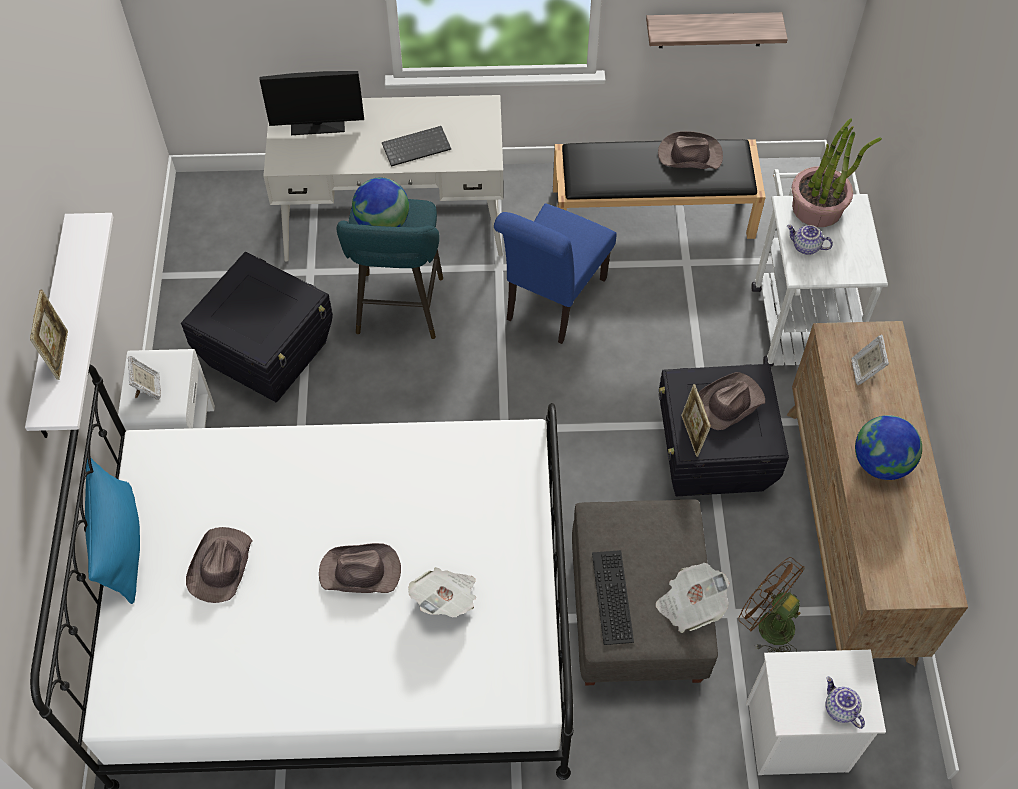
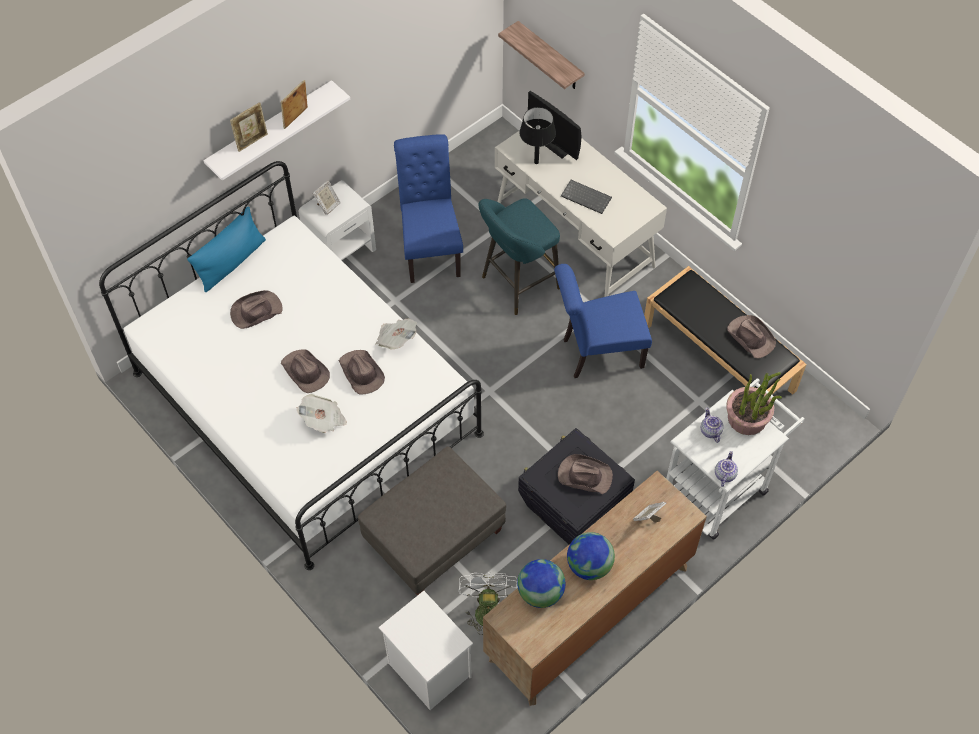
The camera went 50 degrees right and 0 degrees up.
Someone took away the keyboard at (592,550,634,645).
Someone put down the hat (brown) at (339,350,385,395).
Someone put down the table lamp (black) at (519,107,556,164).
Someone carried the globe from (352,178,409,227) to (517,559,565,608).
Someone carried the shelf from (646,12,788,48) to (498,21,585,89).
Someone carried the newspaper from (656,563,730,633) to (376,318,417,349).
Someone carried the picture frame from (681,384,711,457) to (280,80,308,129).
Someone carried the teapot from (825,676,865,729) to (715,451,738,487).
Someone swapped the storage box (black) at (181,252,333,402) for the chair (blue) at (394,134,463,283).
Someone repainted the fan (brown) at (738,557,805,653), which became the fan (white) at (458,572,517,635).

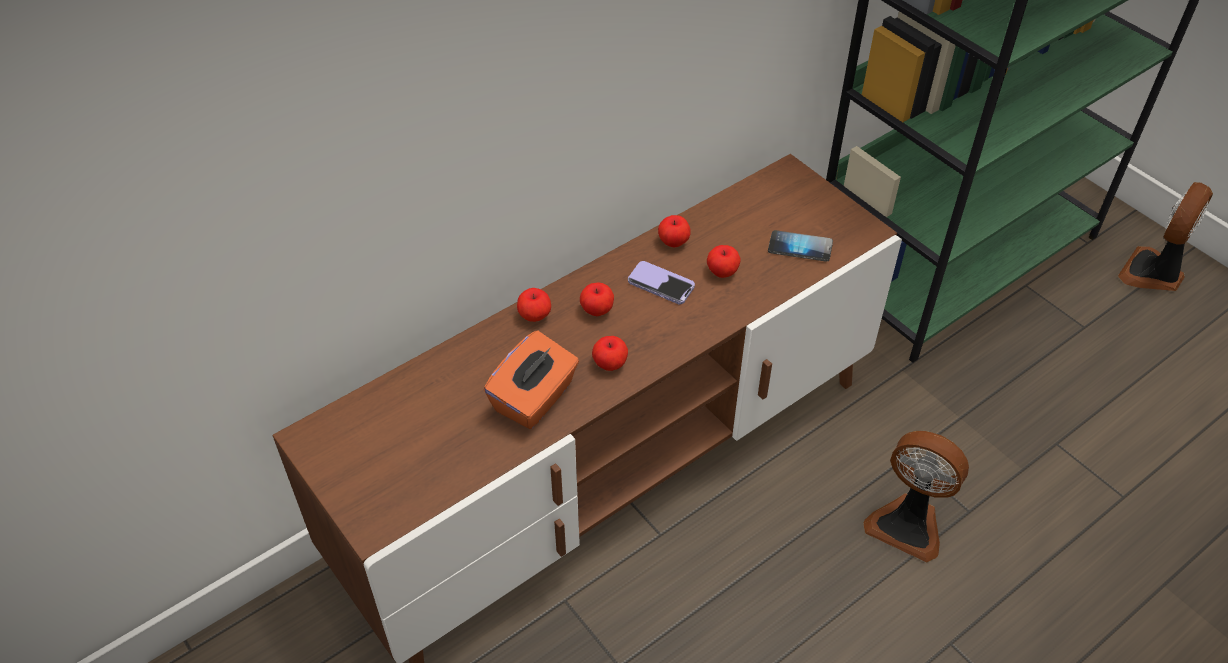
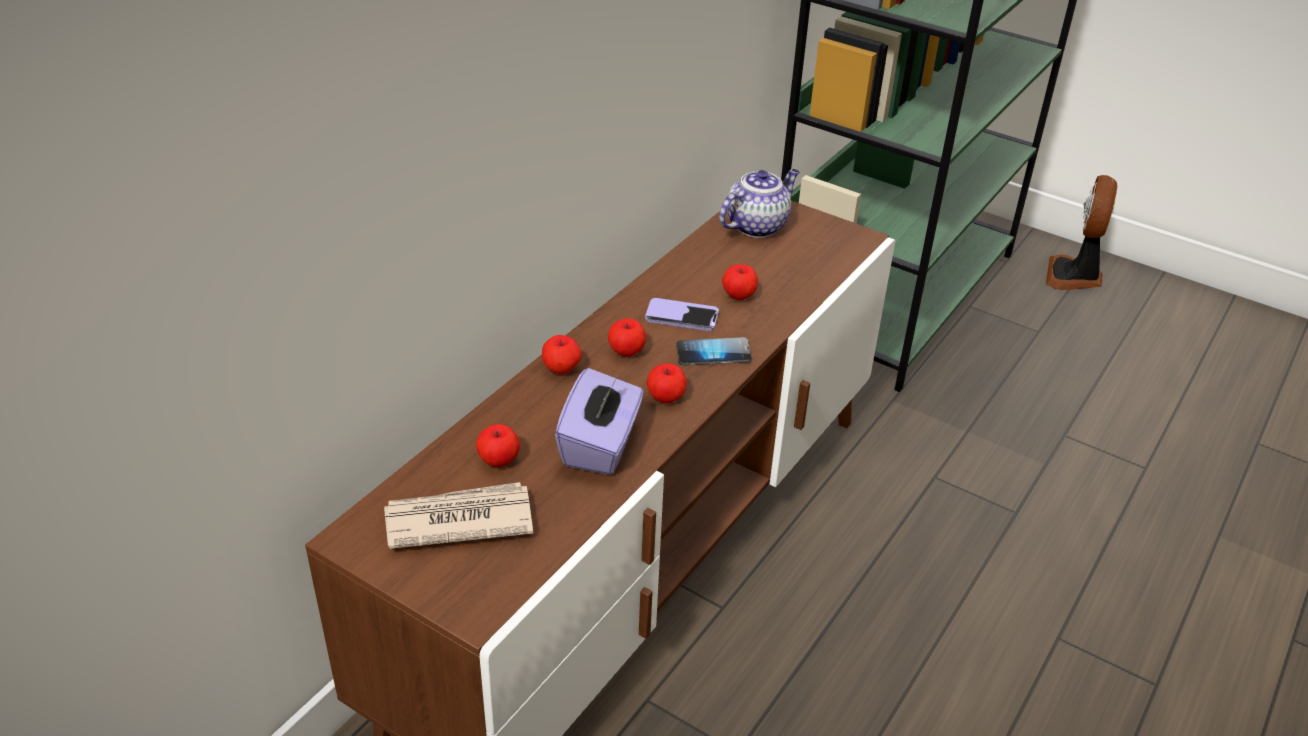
The camera went 20 degrees left and 10 degrees down.
Someone took away the fan at (863,431,969,562).
Someone put down the newspaper at (384,482,533,549).
Someone put down the teapot at (719,169,800,238).
Someone carried the apple from (658,215,691,247) to (476,424,520,467).
Someone carried the phone from (768,230,833,262) to (676,337,752,366).
Someone repainted the tissue box (orange) at (484,330,579,429), which became the tissue box (purple) at (555,368,643,475).

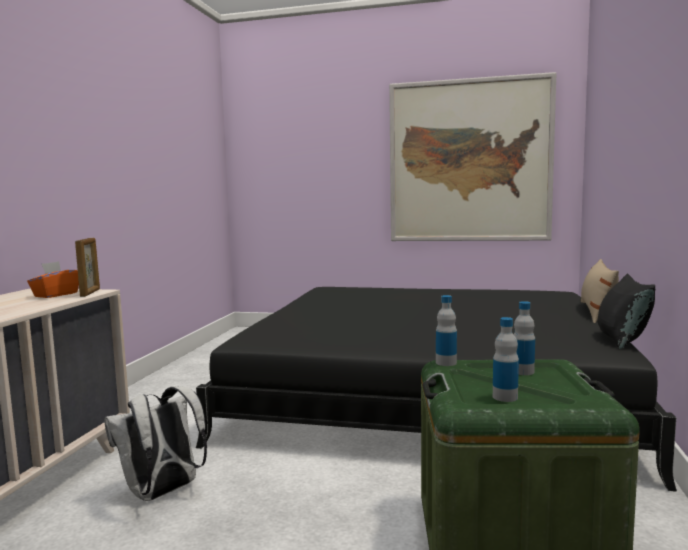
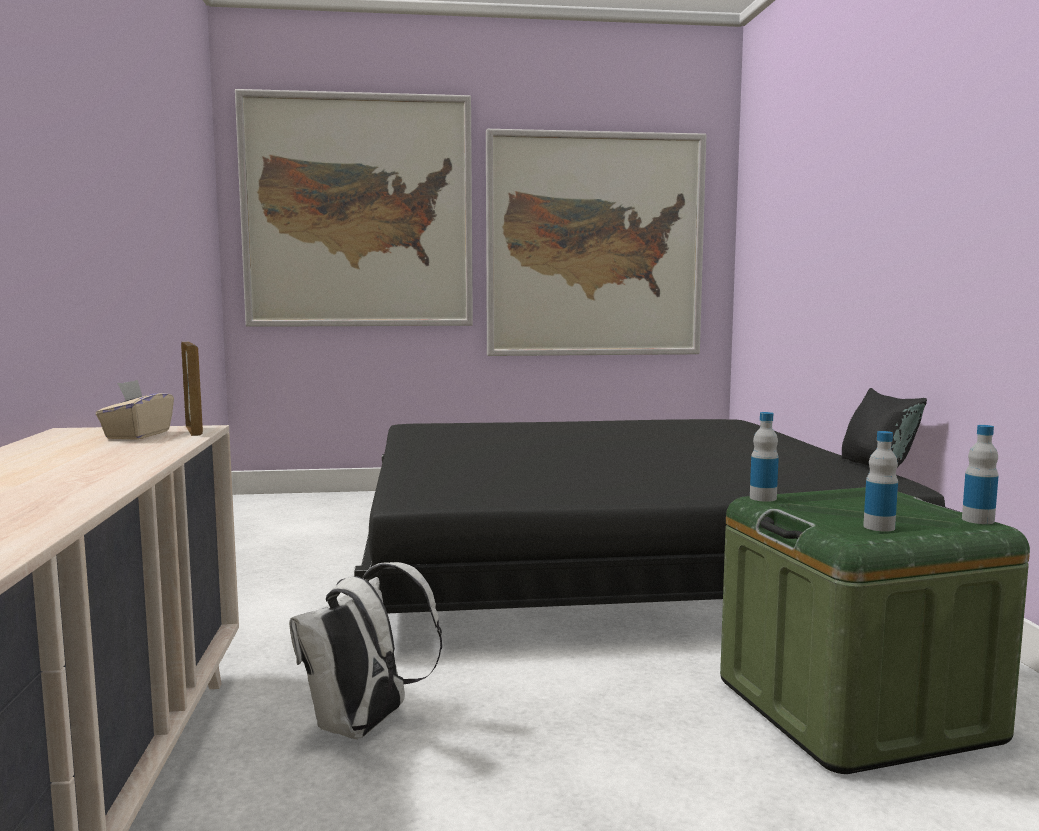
The camera went 20 degrees left and 0 degrees up.
Someone took away the pillow (beige) at (581,259,619,323).
Someone put up the picture at (235,89,473,327).
Someone carried the bottle from (514,301,535,375) to (962,425,999,524).
Someone repainted the tissue box (orange) at (27,261,79,298), which became the tissue box (beige) at (96,380,174,440).

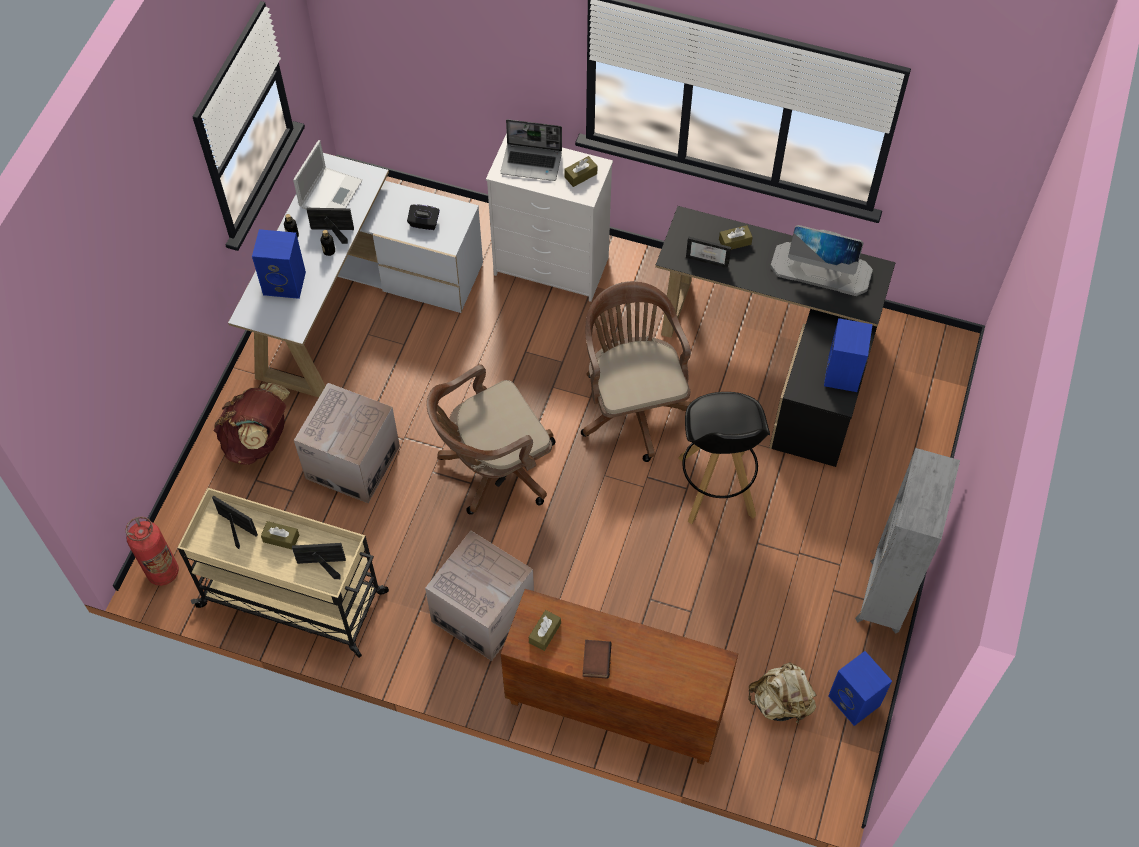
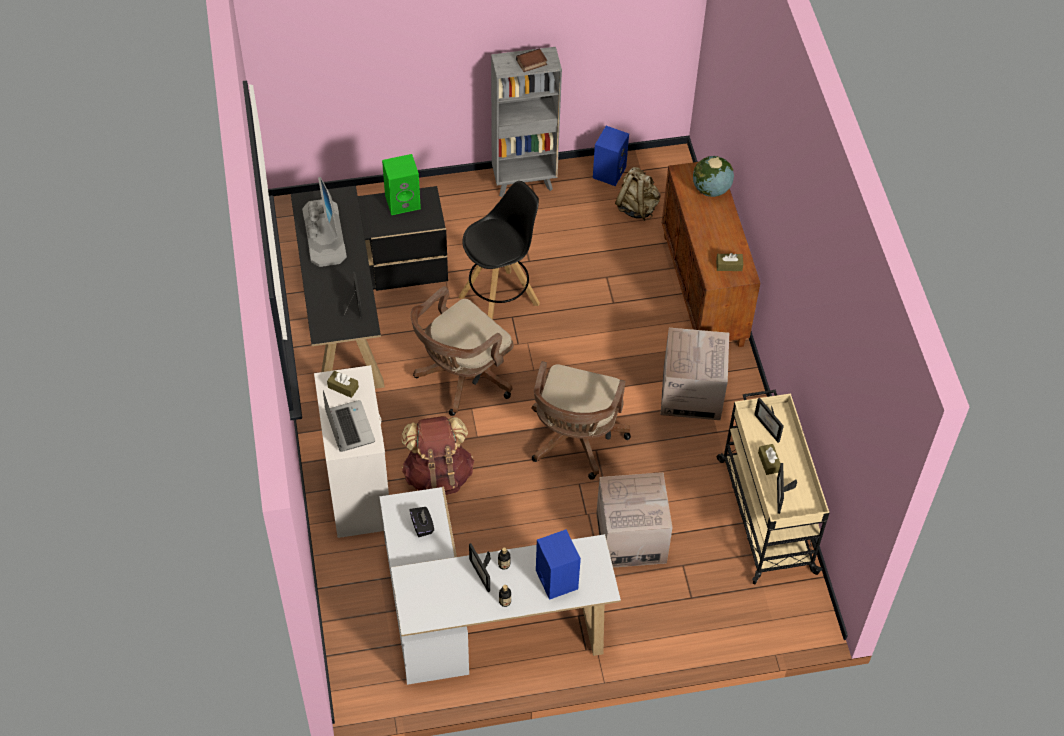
The camera went 120 degrees left and 5 degrees down.
Someone took away the fire extinguisher at (126,517,179,586).
Someone took away the laptop at (293,140,363,209).
Someone took away the tissue box (brown) at (719,225,753,250).
Someone put down the globe at (693,156,734,197).
Someone carried the backpack (brown) from (214,383,290,465) to (402,416,474,495).
Someone carried the book from (583,640,612,679) to (516,48,547,72).
Someone repainted the speaker (blue) at (824,318,873,392), which became the speaker (green) at (382,154,421,215).
Someone rotated the office chair (brown) at (426,364,556,514) by 75 degrees clockwise.

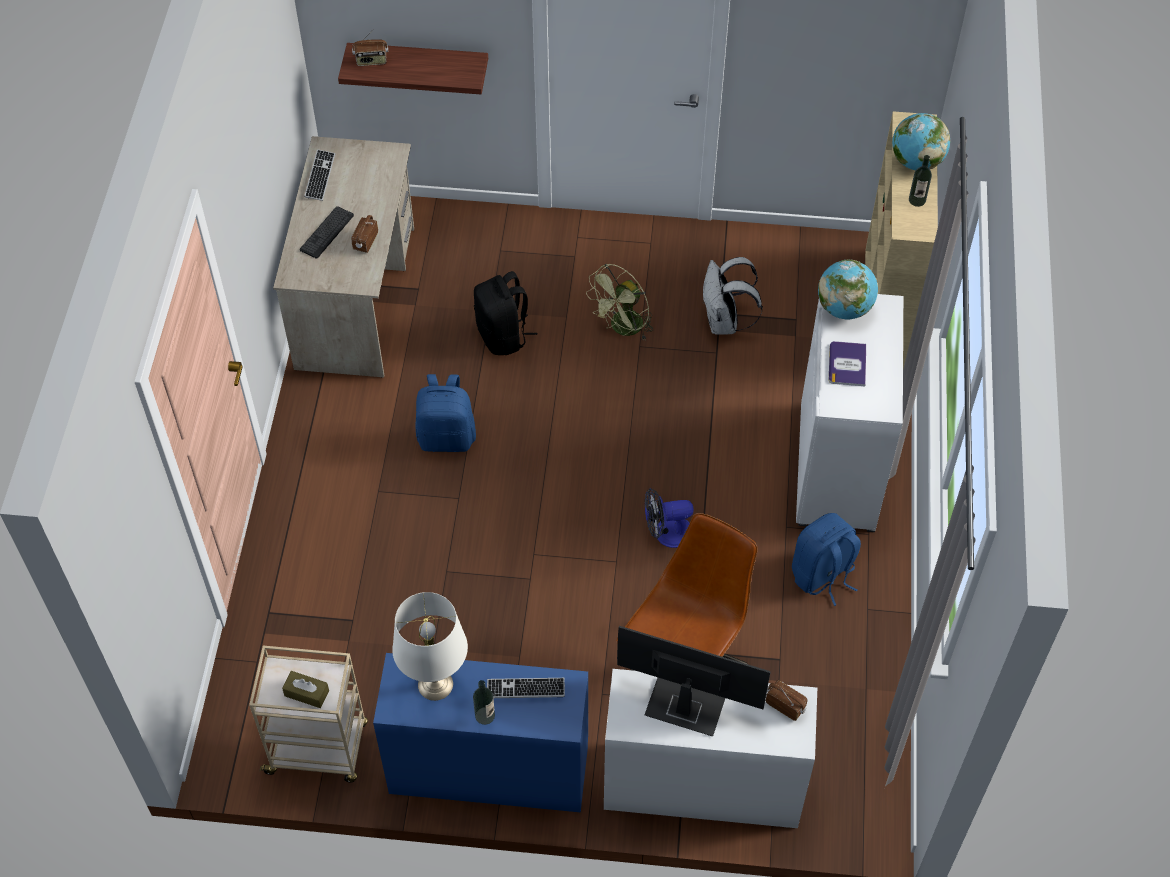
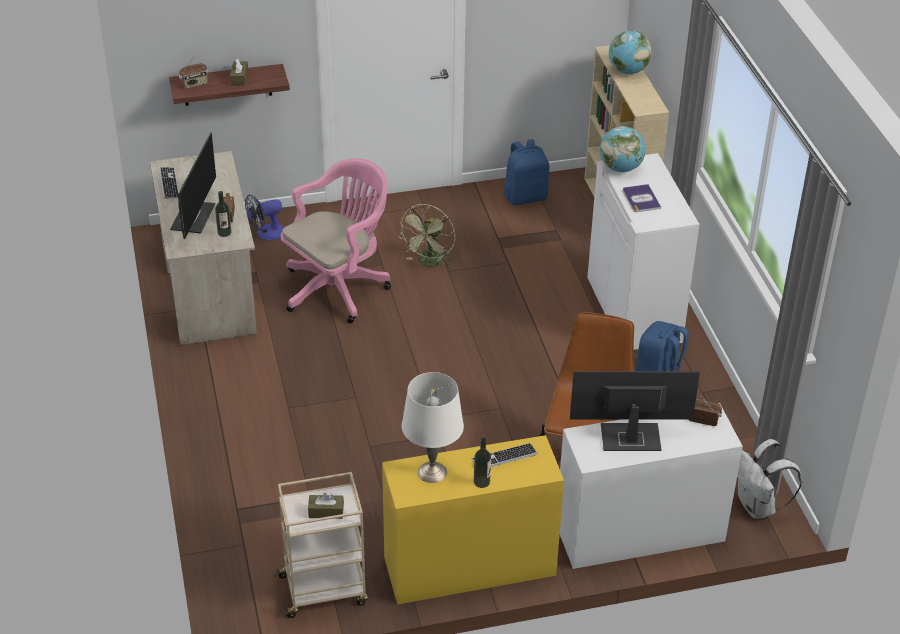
The camera went 20 degrees left and 15 degrees down.
Someone put down the tissue box (brown) at (230,58,249,86).
Someone carried the backpack (blue) from (415,374,476,452) to (504,139,549,205).
Someone carried the fan from (645,488,694,548) to (245,195,284,240).
Someone carried the backpack (white) from (702,257,763,335) to (737,439,802,519).
Someone carried the bottle from (909,155,932,207) to (215,191,231,237).
Someone swapped the keyboard at (300,206,354,259) for the monitor at (170,133,216,239).
Someone swapped the backpack (black) at (474,271,538,355) for the office chair (pink) at (281,158,391,324).
Someone repainted the desk (blue) at (373,653,588,812), which became the desk (yellow) at (382,435,564,605).

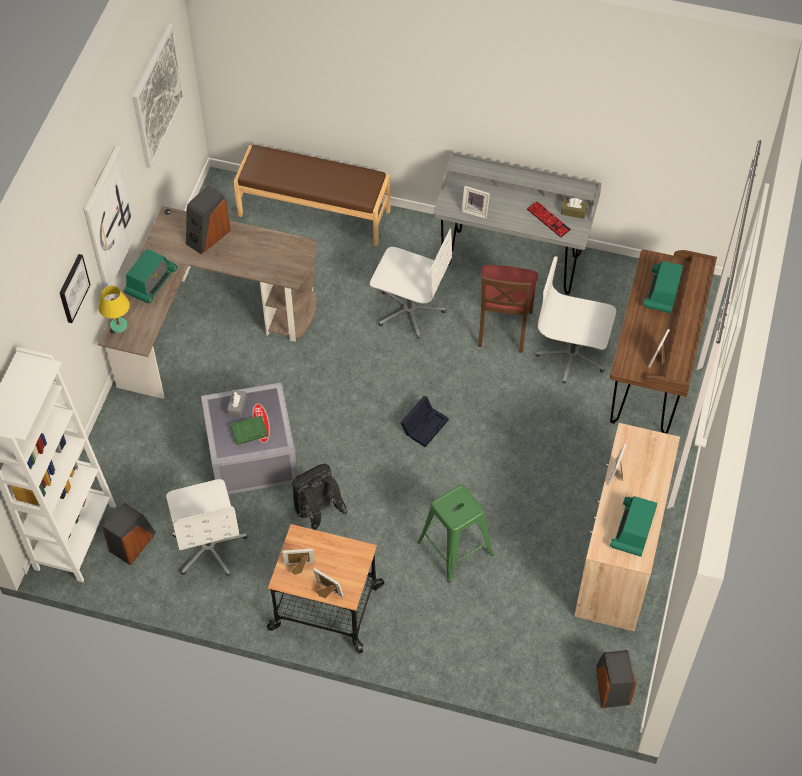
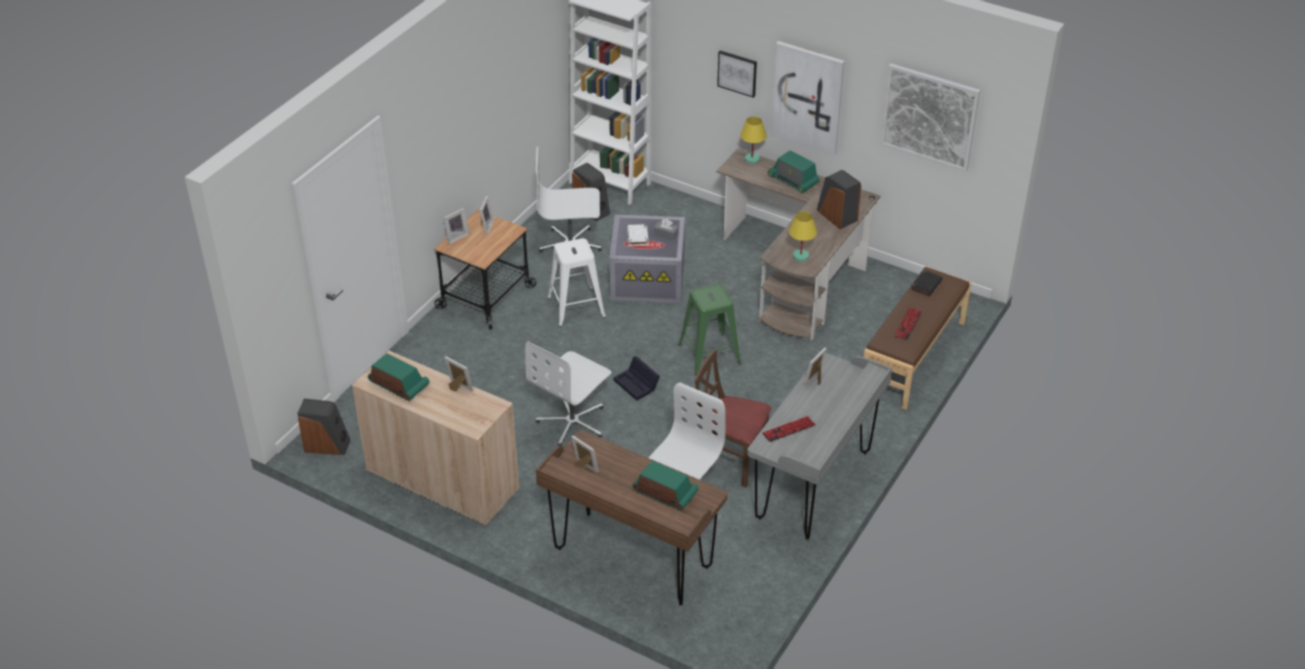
The camera went 105 degrees right and 15 degrees down.
Someone took away the tissue box (brown) at (561,198,587,219).
Someone put down the table lamp (yellow) at (789,212,817,261).
Someone put down the keyboard at (894,308,922,340).
Someone put down the book (black) at (911,270,943,296).
Someone carried the office chair (white) from (370,229,452,338) to (525,341,611,446).
Someone carried the stool (green) from (417,485,494,583) to (678,284,742,375).
Someone swapped the backpack (black) at (292,464,348,530) for the stool (white) at (547,238,606,327).
Someone repainted the book (green) at (231,415,268,445), which became the book (white) at (627,224,649,246).

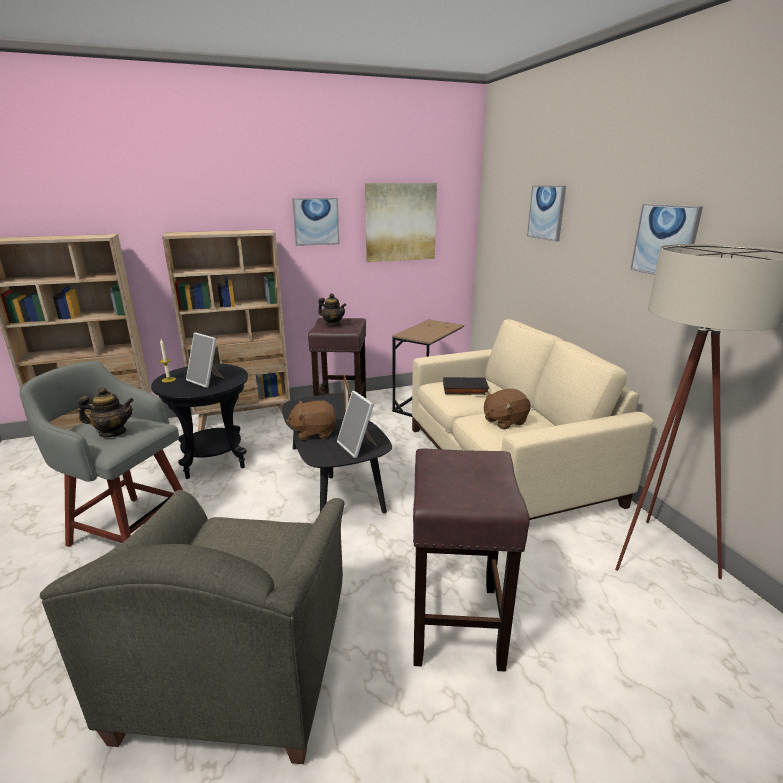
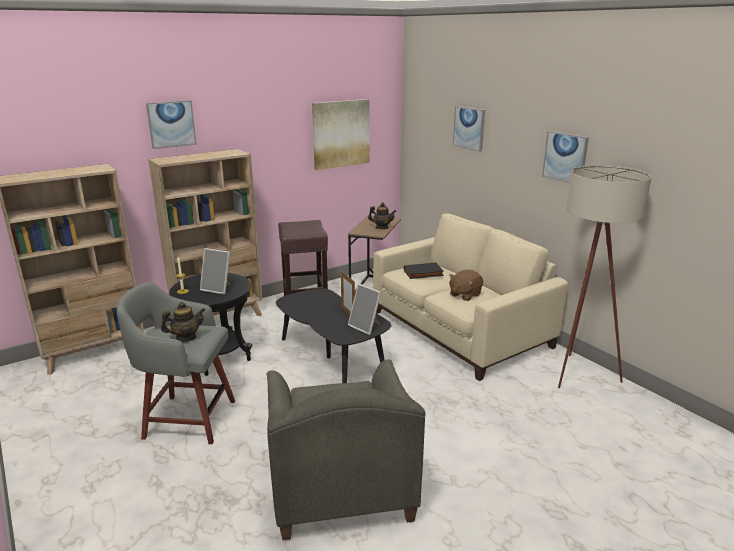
The camera went 15 degrees left and 0 degrees up.
Someone took away the plush toy (brown) at (286,401,337,440).
Someone took away the stool (brown) at (413,448,530,672).
Someone carried the picture from (292,198,339,246) to (146,100,197,149).
Someone carried the teapot from (318,293,346,326) to (368,202,396,229).

